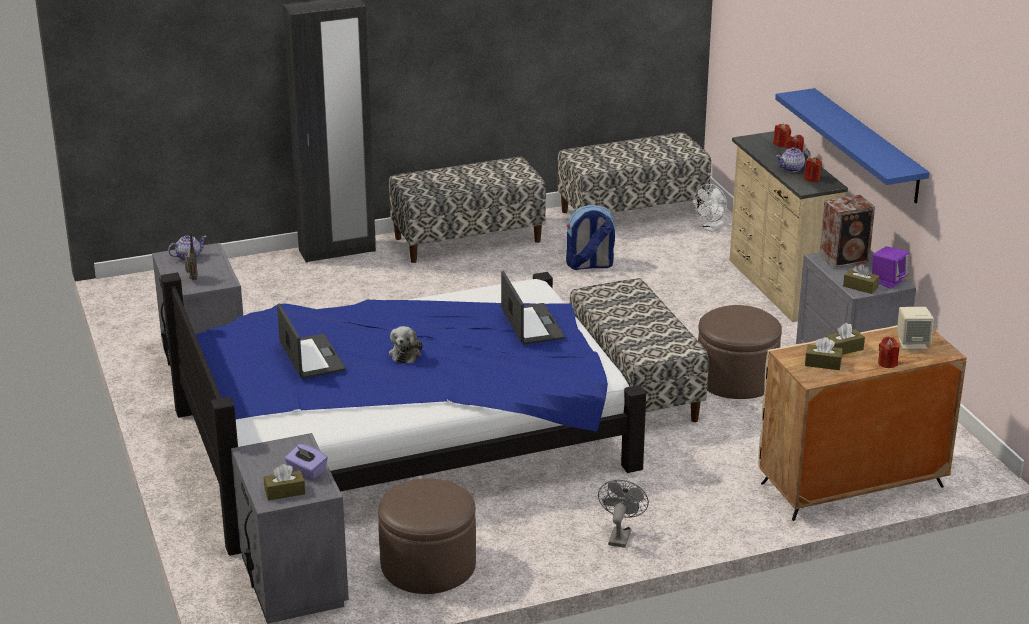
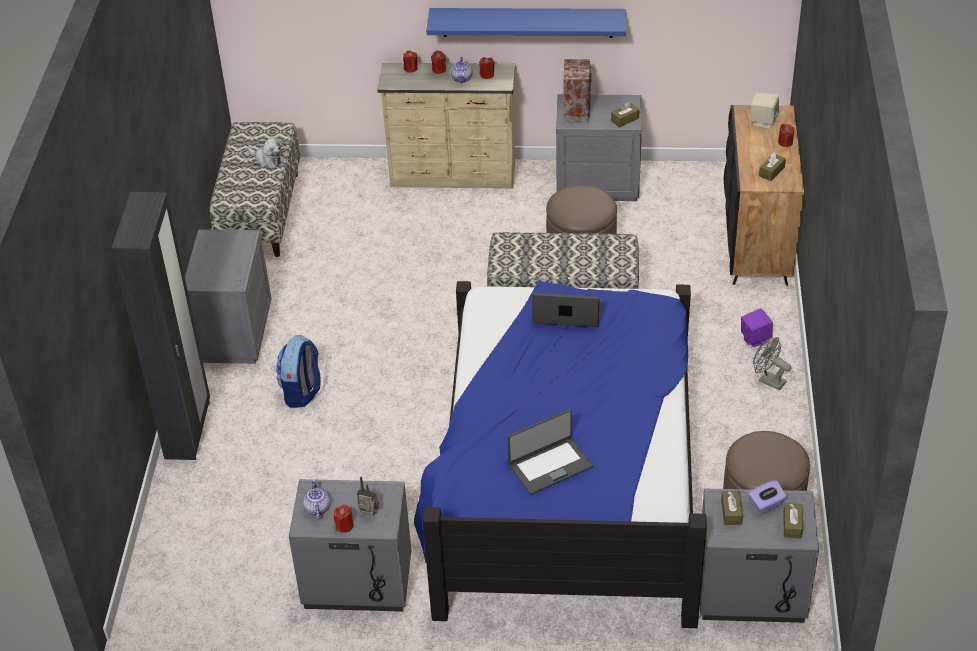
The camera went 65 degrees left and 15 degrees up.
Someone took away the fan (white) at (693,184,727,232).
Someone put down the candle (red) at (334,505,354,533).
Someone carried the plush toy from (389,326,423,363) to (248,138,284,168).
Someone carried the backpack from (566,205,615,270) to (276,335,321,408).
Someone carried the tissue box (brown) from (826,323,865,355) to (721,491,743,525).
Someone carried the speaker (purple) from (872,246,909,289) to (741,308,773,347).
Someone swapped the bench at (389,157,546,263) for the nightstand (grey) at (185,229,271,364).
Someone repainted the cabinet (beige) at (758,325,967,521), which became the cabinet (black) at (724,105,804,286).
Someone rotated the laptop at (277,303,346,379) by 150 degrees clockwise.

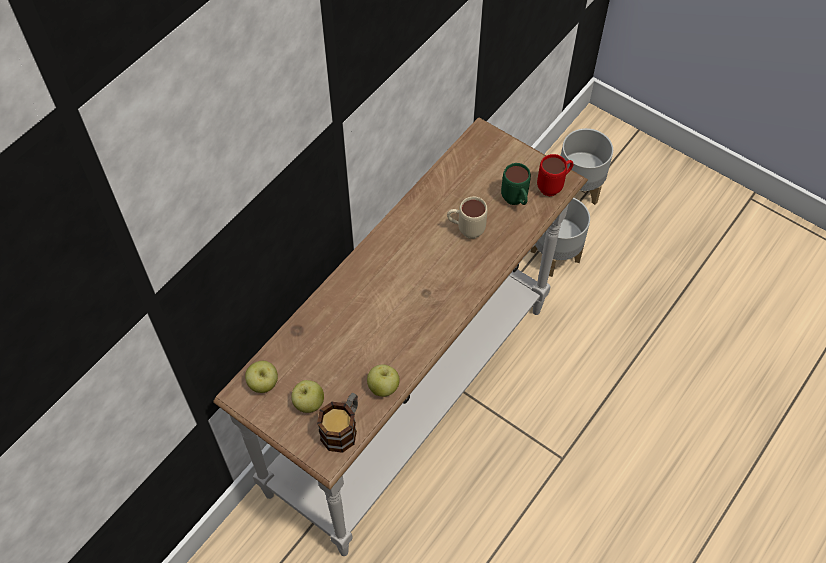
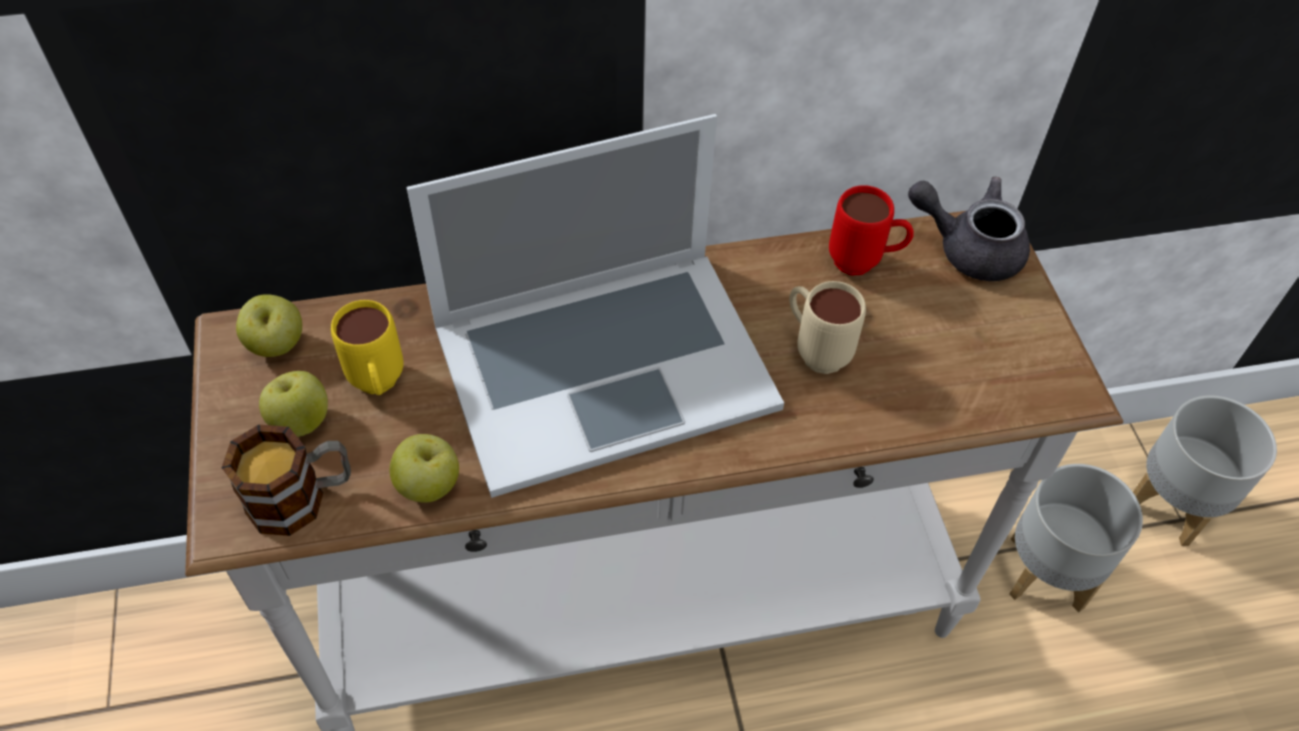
The camera went 40 degrees right and 5 degrees down.
Someone took away the mug (green) at (501,163,531,205).
Someone put down the mug (yellow) at (331,300,403,395).
Someone put down the laptop at (406,114,784,498).
Someone put down the teapot (grey) at (908,177,1030,281).
Someone carried the mug (red) from (537,154,573,196) to (829,185,914,275).

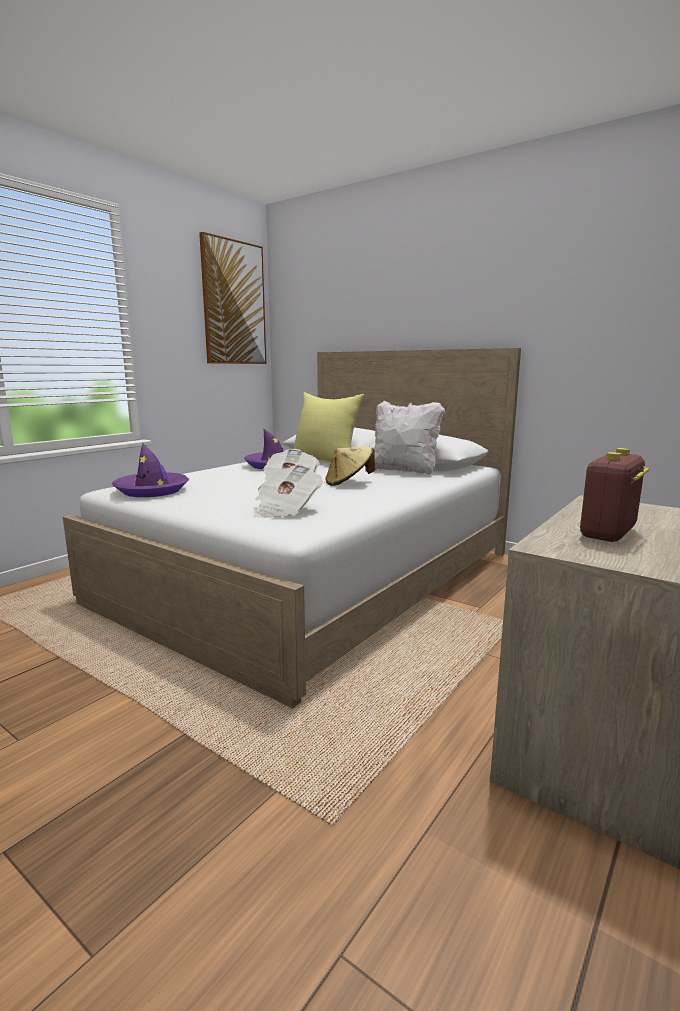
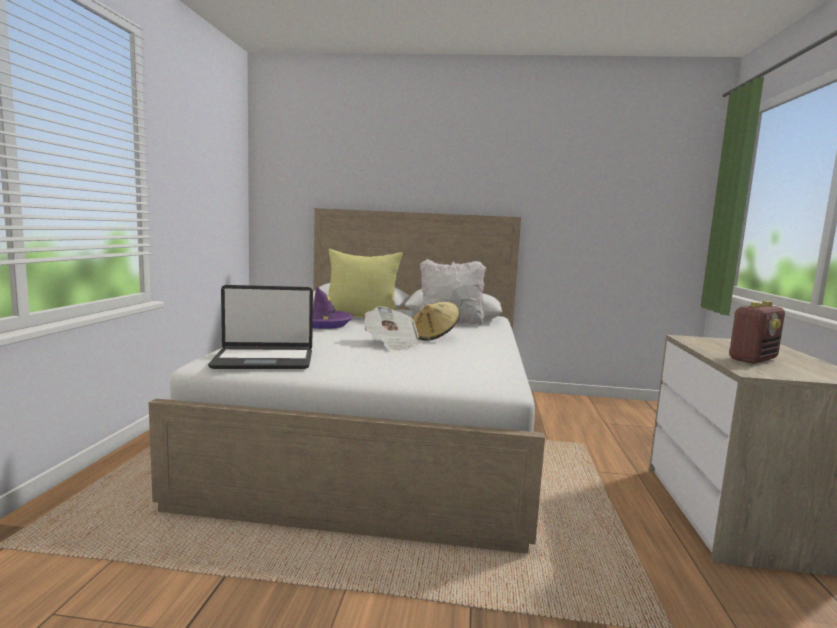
The camera went 30 degrees left and 5 degrees down.
Someone took away the picture at (199,232,266,364).
Someone took away the newspaper at (254,465,323,518).
Someone swapped the hat (purple) at (112,443,189,497) for the laptop at (208,285,313,369).
Someone rotated the radio at (580,448,650,542) by 135 degrees counterclockwise.

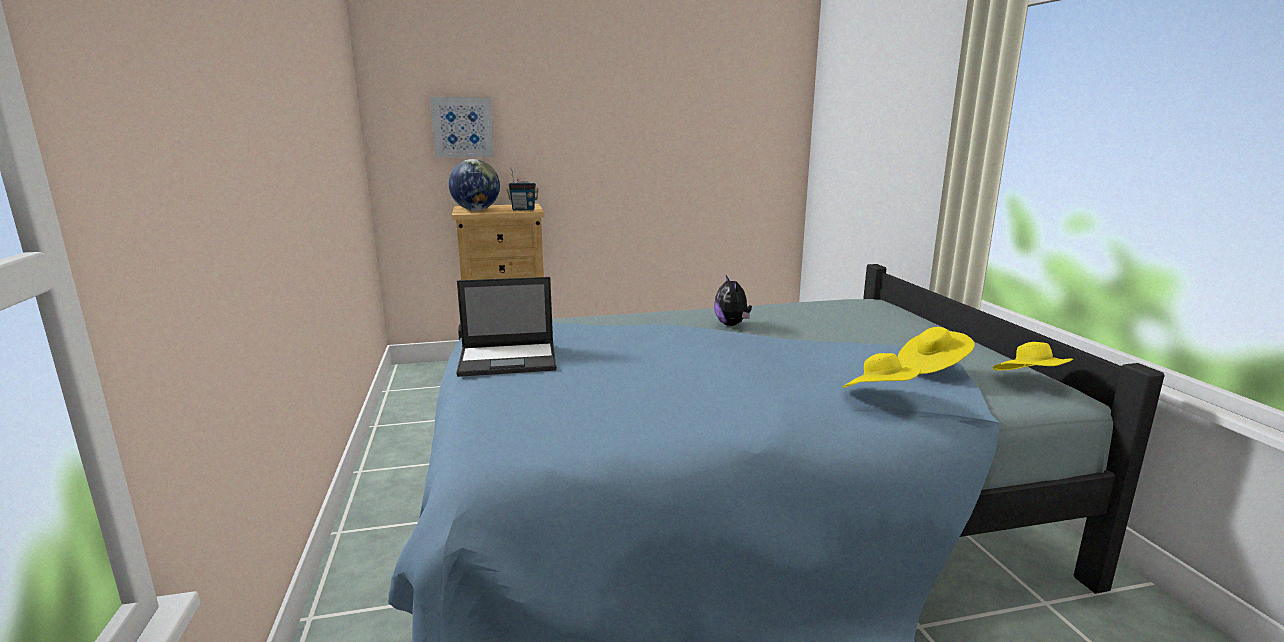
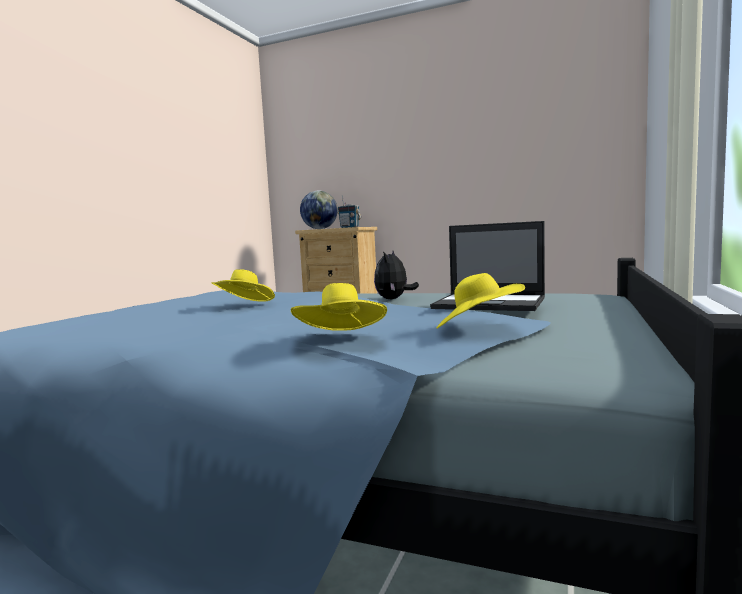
The camera went 35 degrees right and 10 degrees down.
Someone took away the picture at (430,97,494,158).
Someone carried the laptop from (456,277,557,377) to (430,221,545,311).
Someone carried the hat (yellow) from (993,342,1073,371) to (212,269,275,302).

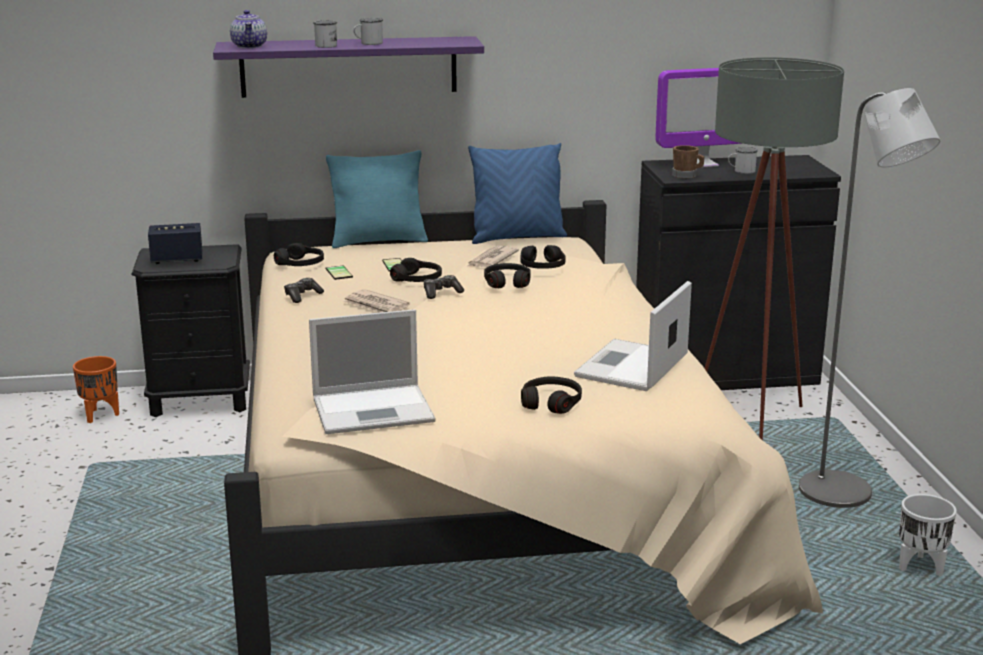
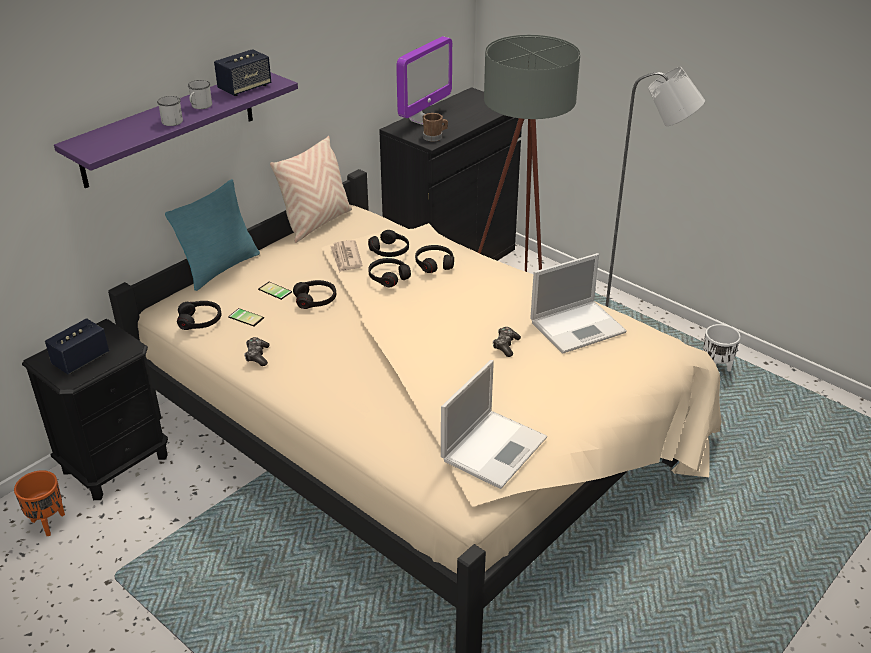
The camera went 40 degrees left and 15 degrees up.
Someone took away the teapot at (230,10,267,48).
Someone took away the newspaper at (343,289,410,313).
Someone took away the mug (white) at (728,147,758,174).
Someone put down the speaker at (214,49,271,96).
Someone carried the game controller from (424,275,464,299) to (493,327,521,357).
Someone carried the headphones (black) from (521,376,582,414) to (415,245,454,273).
Someone repainted the pillow (blue) at (468,143,567,244), which became the pillow (beige) at (270,136,352,243).
Someone rotated the laptop at (574,281,692,391) by 105 degrees counterclockwise.

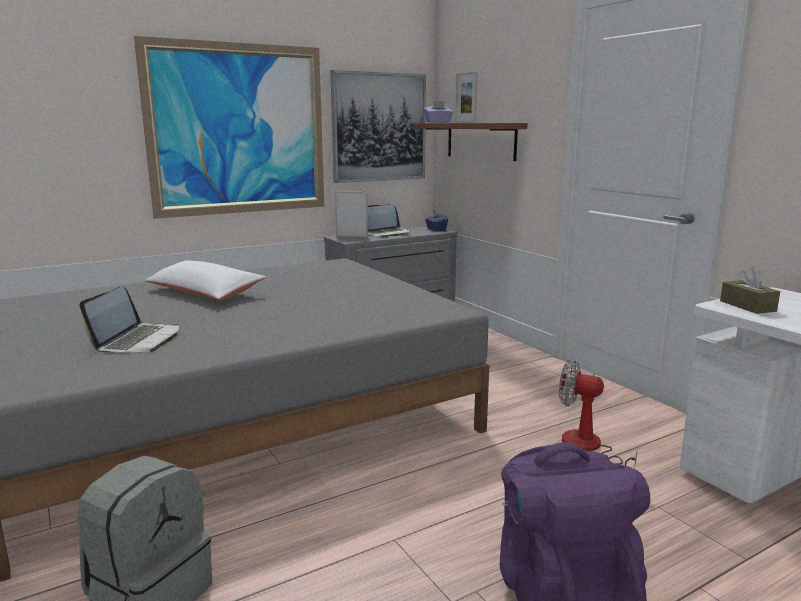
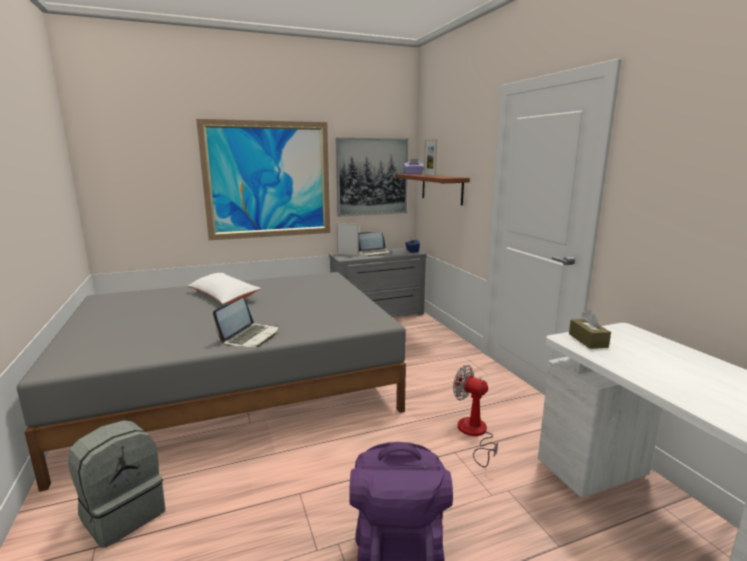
The camera went 10 degrees right and 0 degrees up.
Someone carried the laptop from (80,286,179,353) to (213,298,278,347).

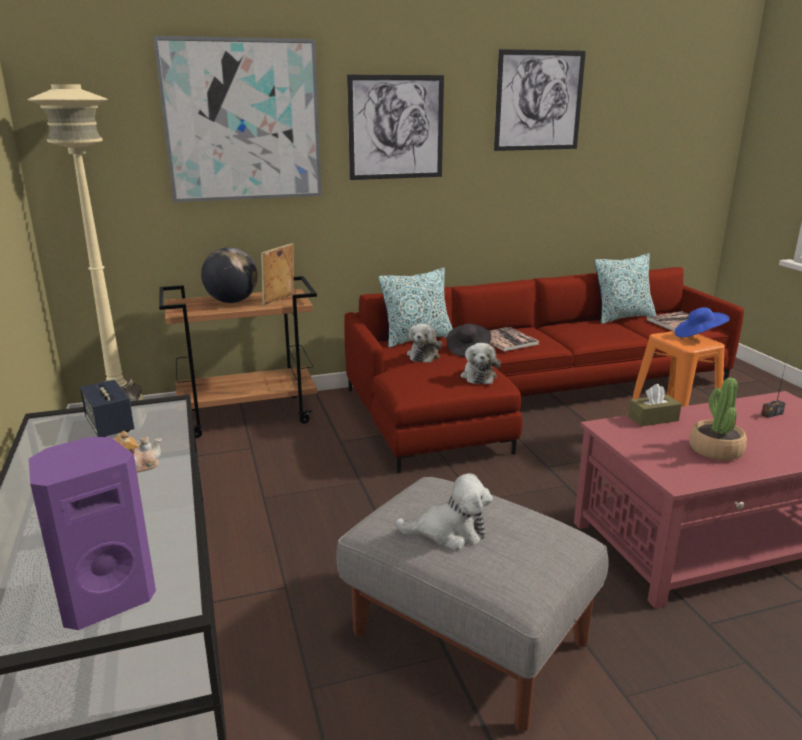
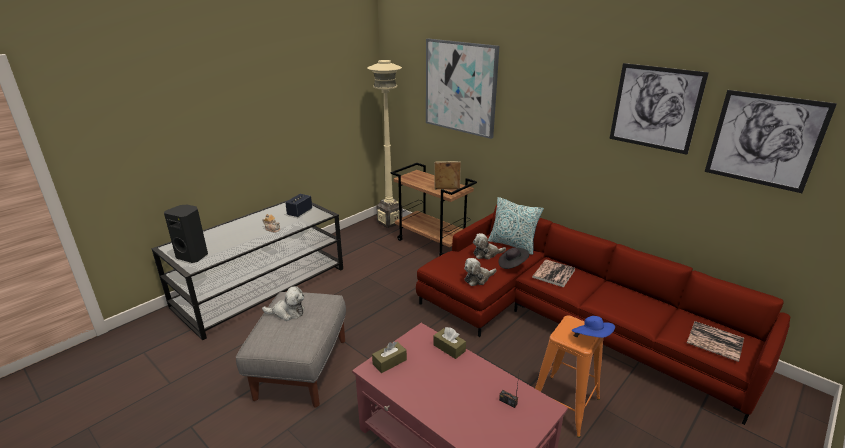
The camera went 60 degrees right and 5 degrees up.
Someone took away the globe at (201,247,258,303).
Someone took away the pillow at (595,253,656,324).
Someone took away the potted plant at (689,378,747,460).
Someone put down the tissue box (brown) at (372,341,407,373).
Someone carried the picture from (347,75,444,180) to (705,90,837,193).
Someone repainted the speaker (purple) at (29,437,156,630), which became the speaker (black) at (164,204,208,263).
Someone rotated the plush toy at (395,473,493,550) by 60 degrees counterclockwise.

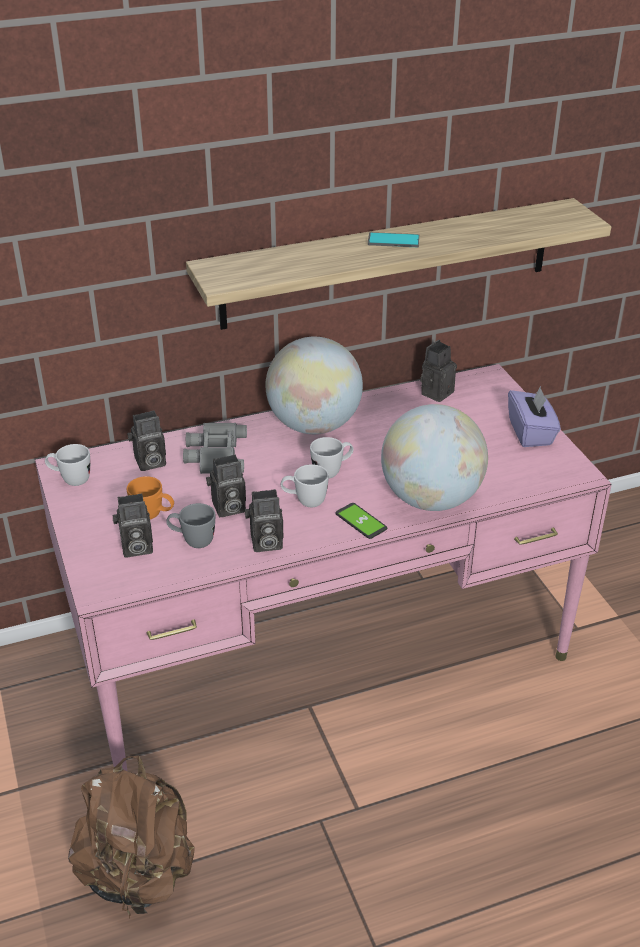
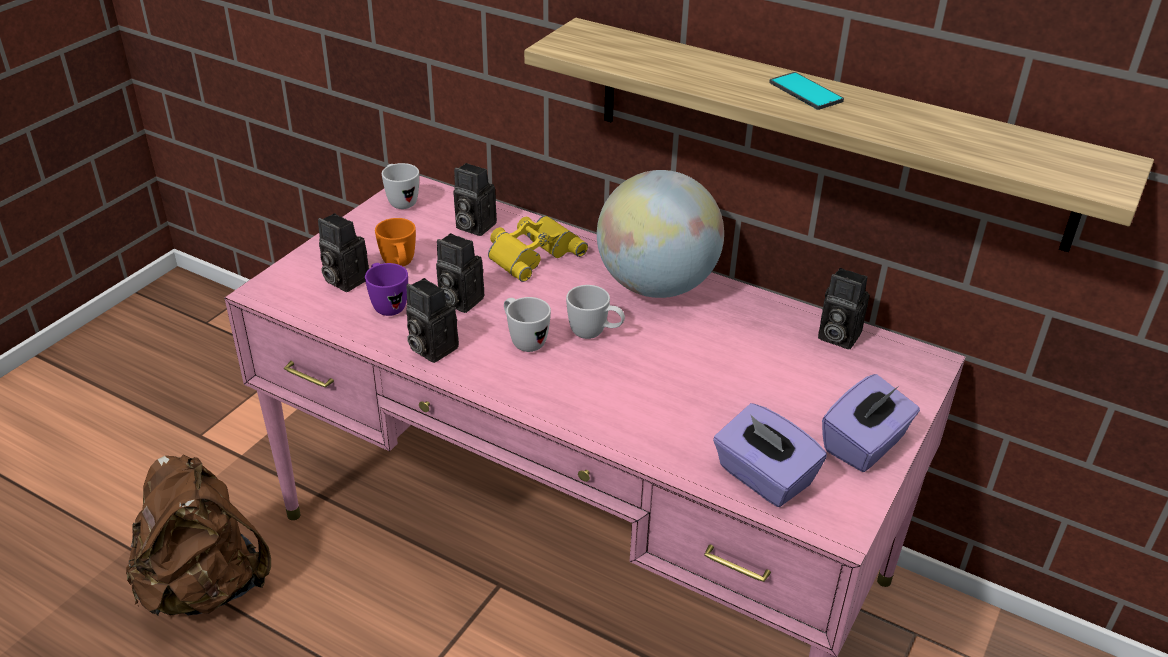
The camera went 50 degrees right and 0 degrees up.
Someone took away the phone at (335,503,387,539).
Someone took away the globe at (381,404,488,511).
Someone put down the tissue box (purple) at (713,403,827,507).
Someone repainted the mug (grey) at (166,503,215,548), which became the mug (purple) at (365,263,408,316).
Someone repainted the binoculars (grey) at (183,423,247,474), which became the binoculars (yellow) at (488,215,588,282).
Someone rotated the photo camera at (420,340,457,402) by 150 degrees counterclockwise.

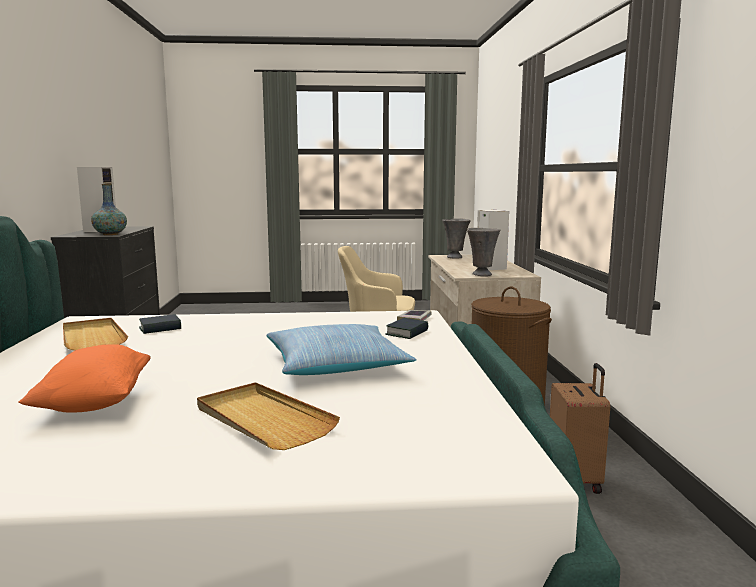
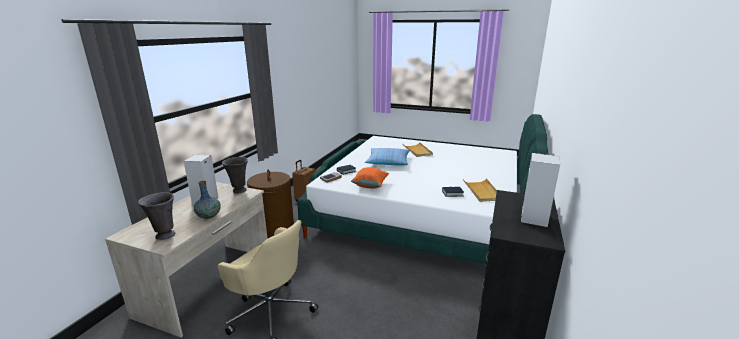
The camera went 155 degrees left and 10 degrees up.
Someone carried the pillow (orange) from (18,345,151,413) to (351,167,389,188).
Someone carried the vase from (91,184,127,235) to (194,181,221,219).

